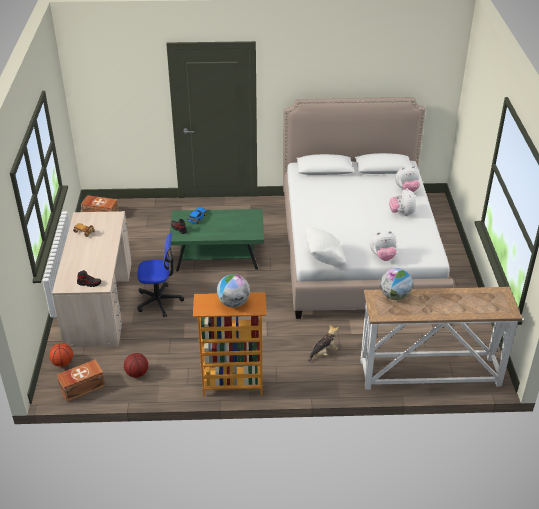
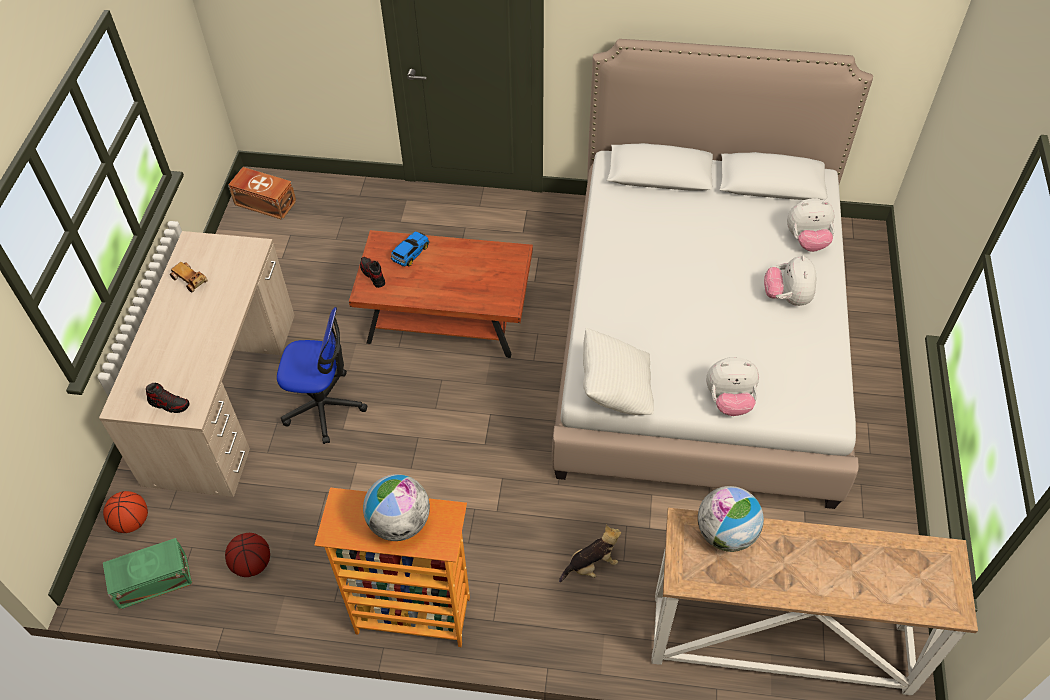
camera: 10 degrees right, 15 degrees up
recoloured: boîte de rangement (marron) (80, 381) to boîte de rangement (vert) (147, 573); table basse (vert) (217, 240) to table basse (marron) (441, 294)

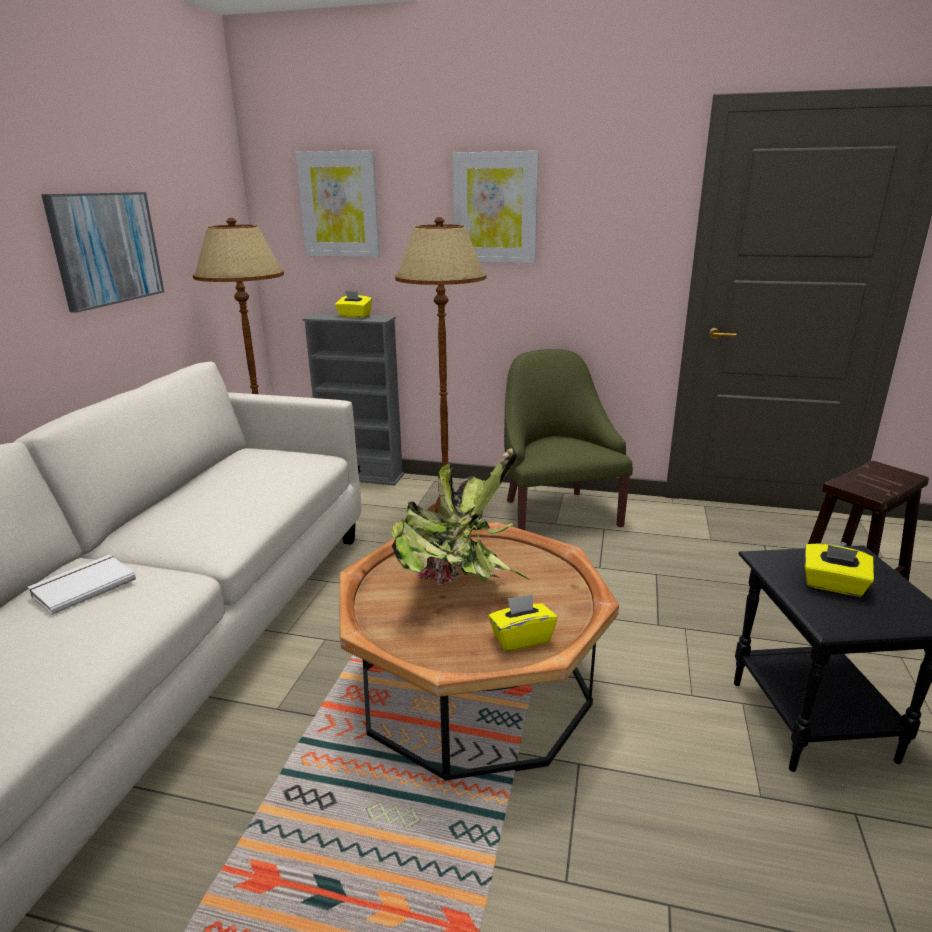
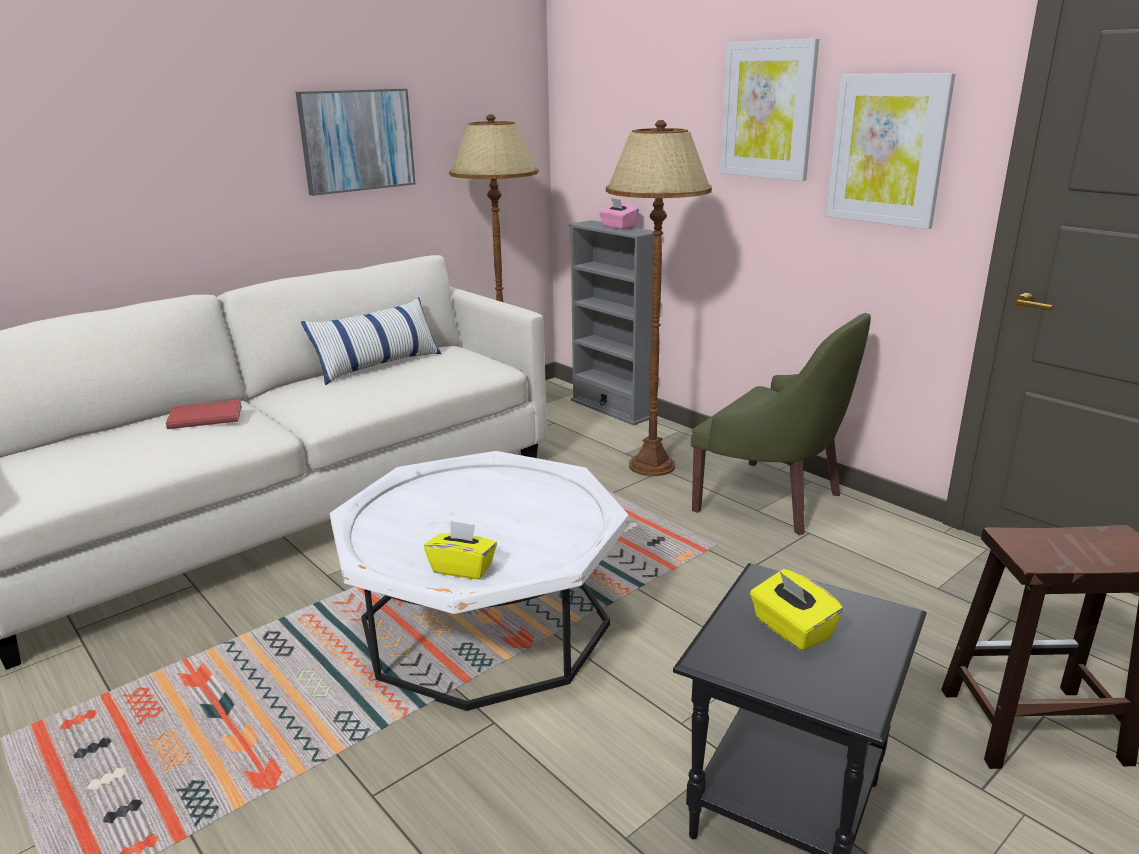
camera: 35 degrees right, 0 degrees up
removed: plante en pot (460, 516)
added: coussin (371, 341)
moved: tableau (338, 203) to (890, 151)
recoloured: livre (blanc) (82, 585) to livre (rouge) (204, 414); boîte à mouchoirs (jaune) (353, 304) to boîte à mouchoirs (rose) (619, 214); table basse (marron) (479, 651) to table basse (blanc) (479, 581)
turned: fauteuil (vert) (568, 439) = (781, 424) 105 degrees clockwise

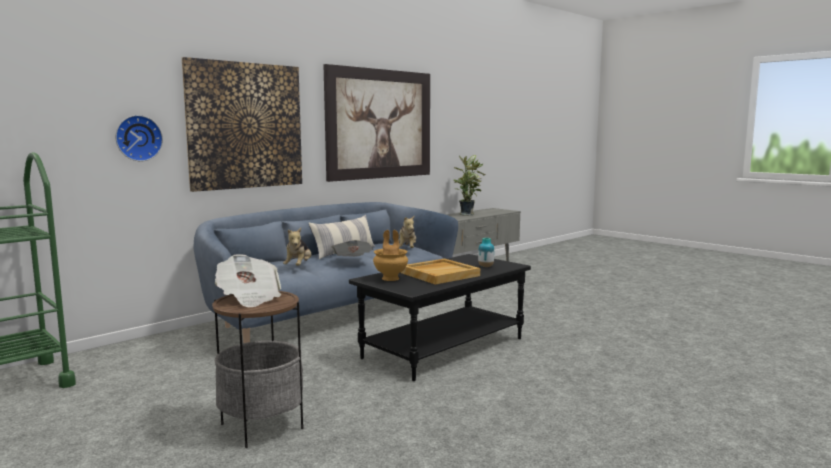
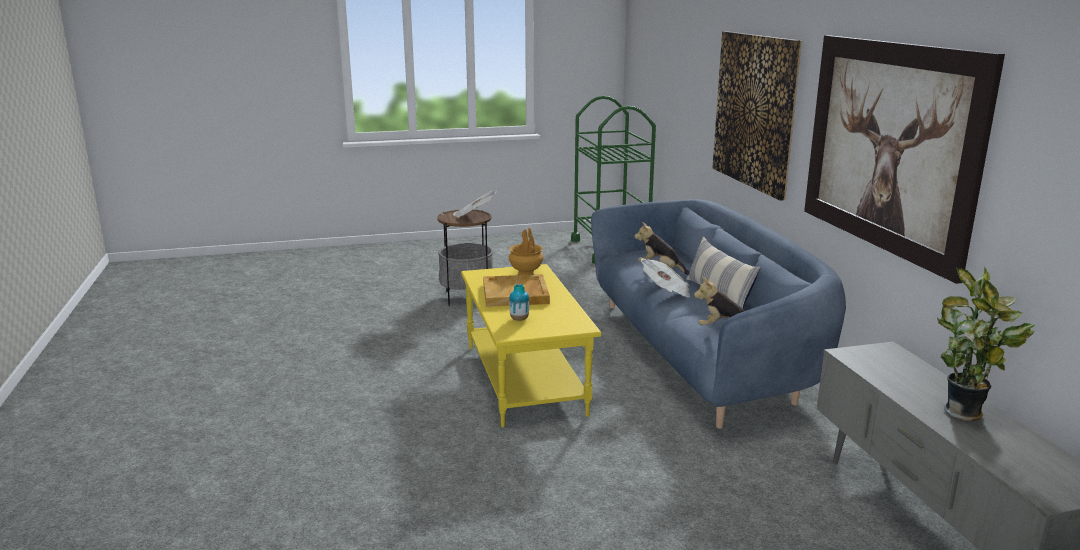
camera: 120 degrees right, 10 degrees up
removed: horloge murale (139, 138)
recoloured: table basse (noir) (440, 317) to table basse (jaune) (531, 346)

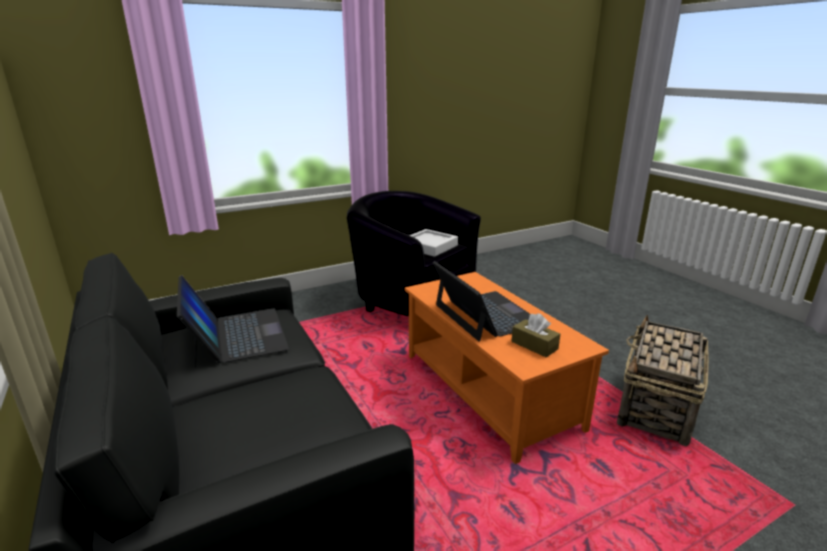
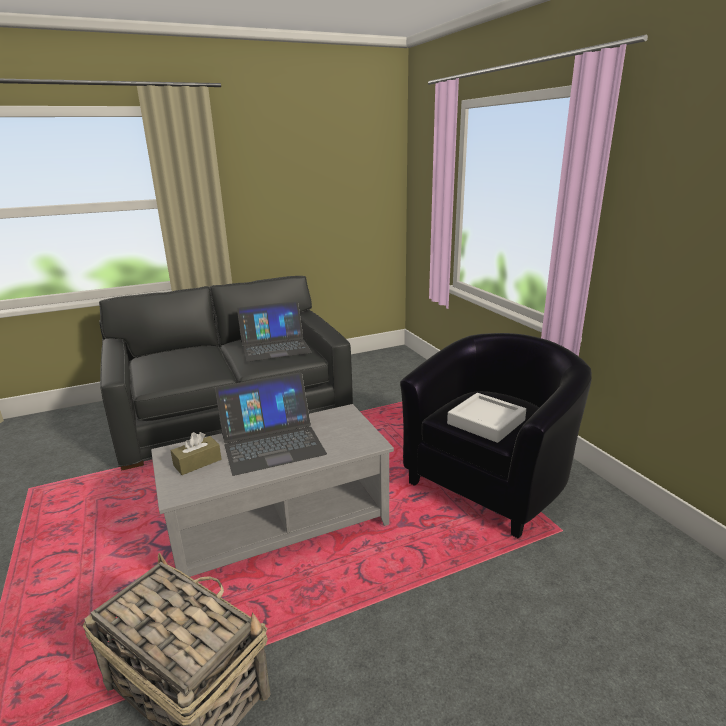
camera: 95 degrees right, 0 degrees up
recoloured: table basse (orange) (507, 368) to table basse (gris) (272, 490)

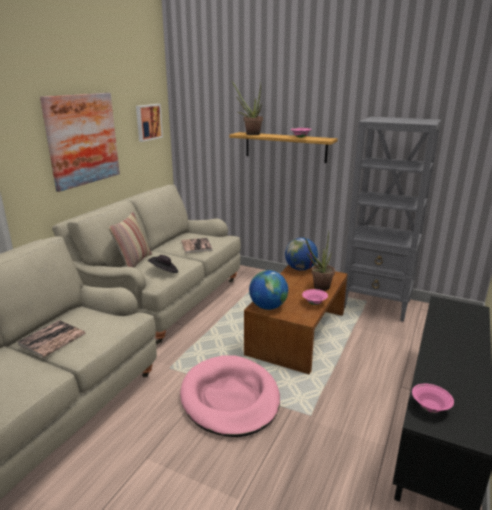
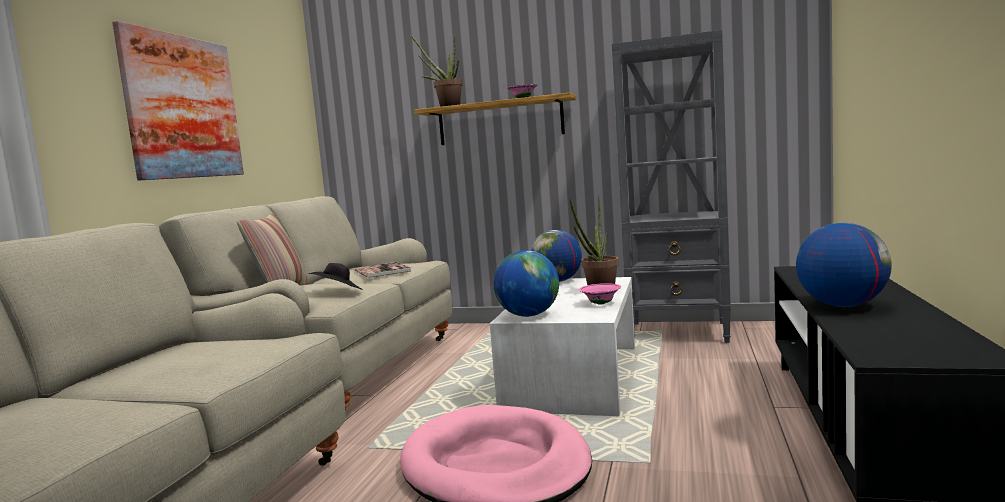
camera: 10 degrees left, 15 degrees down
removed: livre (51, 339); tableau (149, 123); bol (rose) (433, 398)
added: globe (844, 265)
recoloured: table basse (marron) (296, 320) to table basse (blanc) (562, 346)

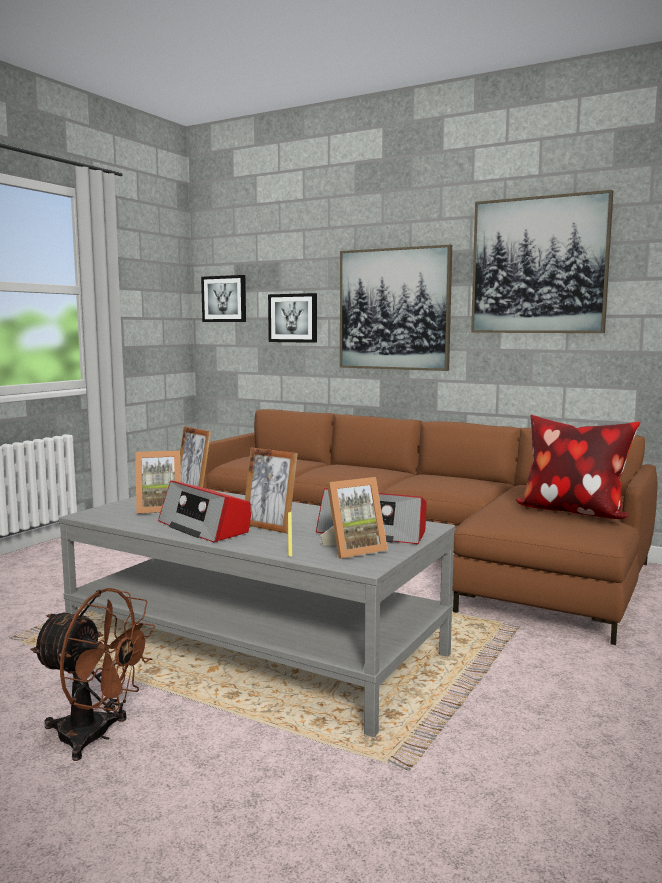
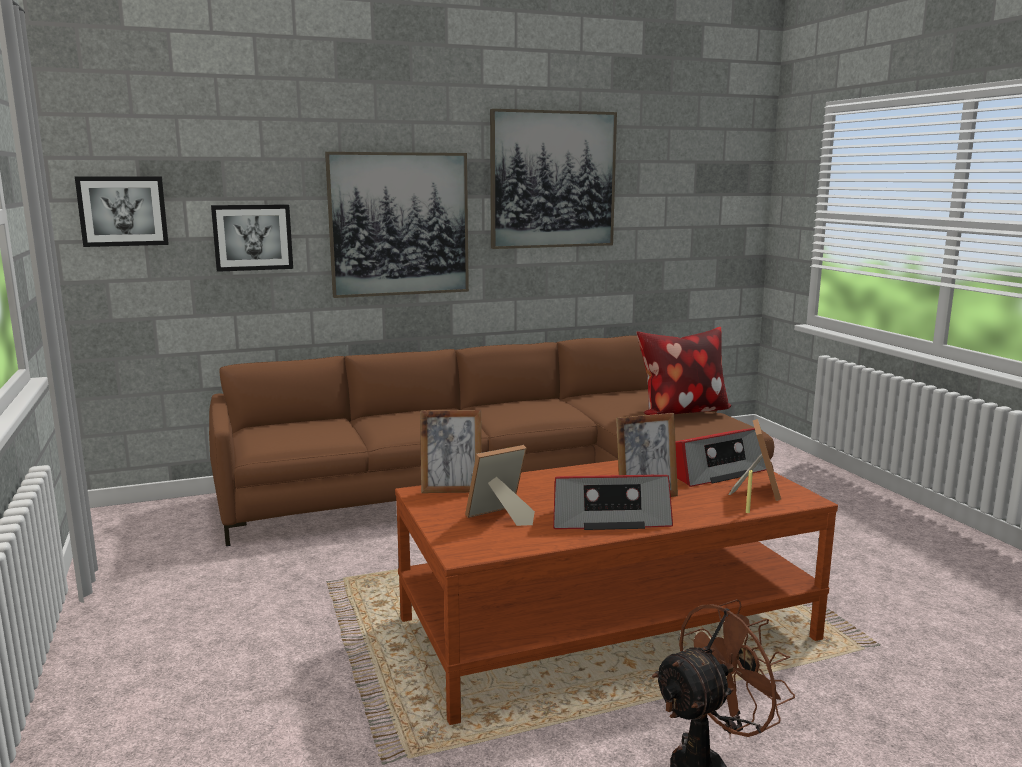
camera: 50 degrees left, 5 degrees up
recoloured: table basse (gris) (257, 613) to table basse (marron) (616, 592)
turned: cadre photo (158, 482) = (500, 485) 150 degrees counterclockwise

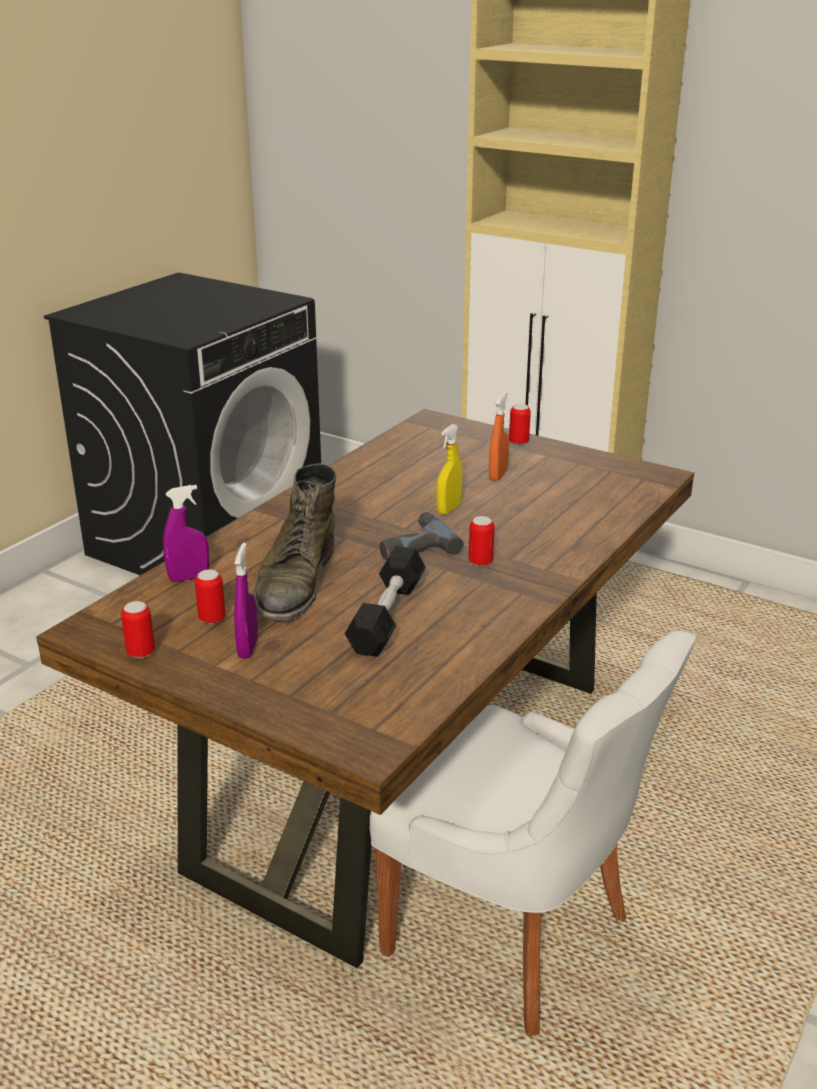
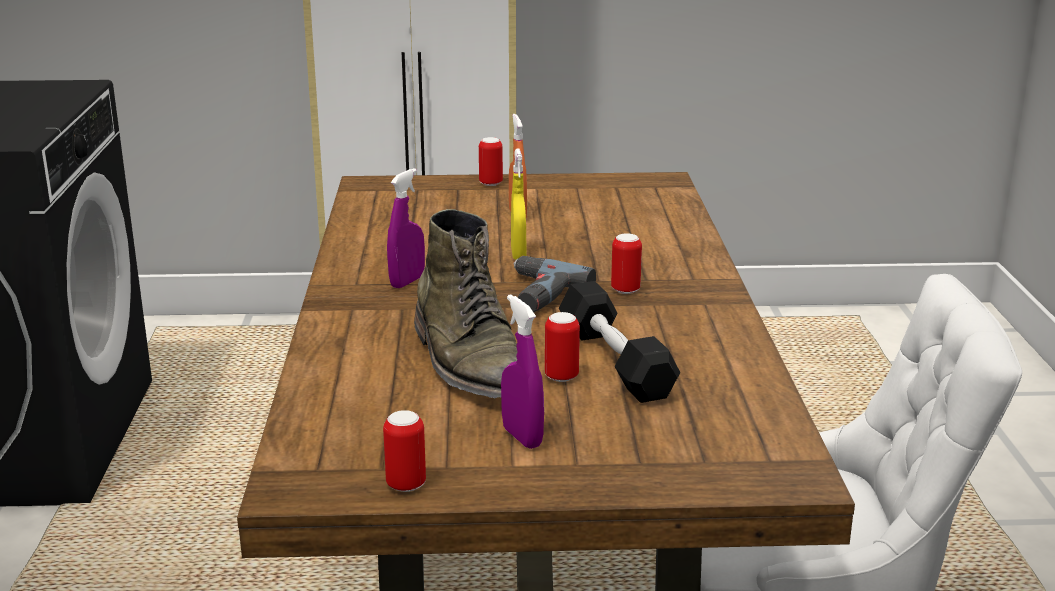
camera: 35 degrees left, 5 degrees down
moved: vaporisateur (violet) (186, 533) to (406, 228); boîte métallique (210, 596) to (562, 347)

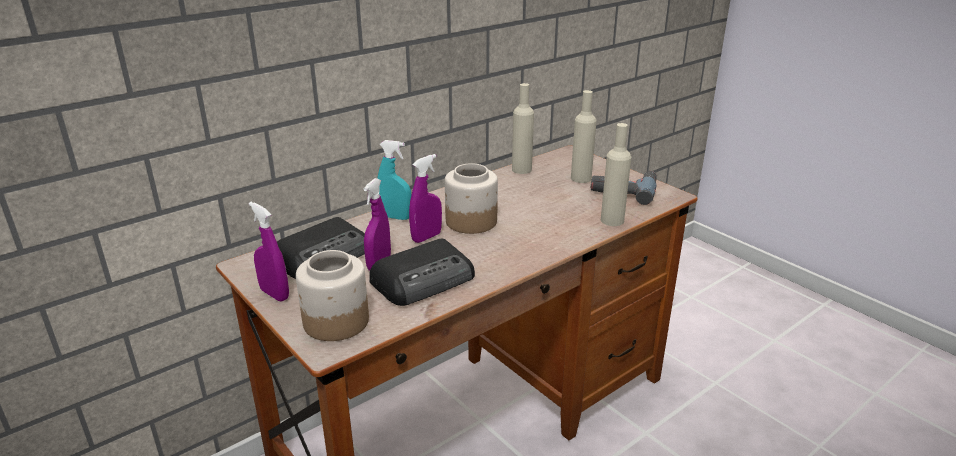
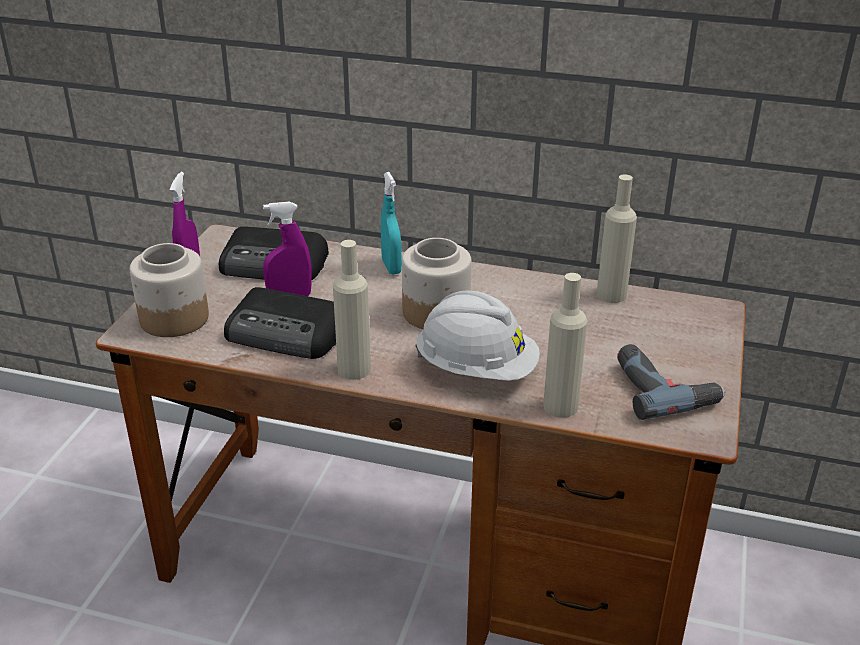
camera: 55 degrees right, 5 degrees up
removed: vaporisateur (violet) (425, 198)
added: casque de chantier (blanc) (477, 335)
moved: bouteille (beige) (584, 136) to (352, 310)

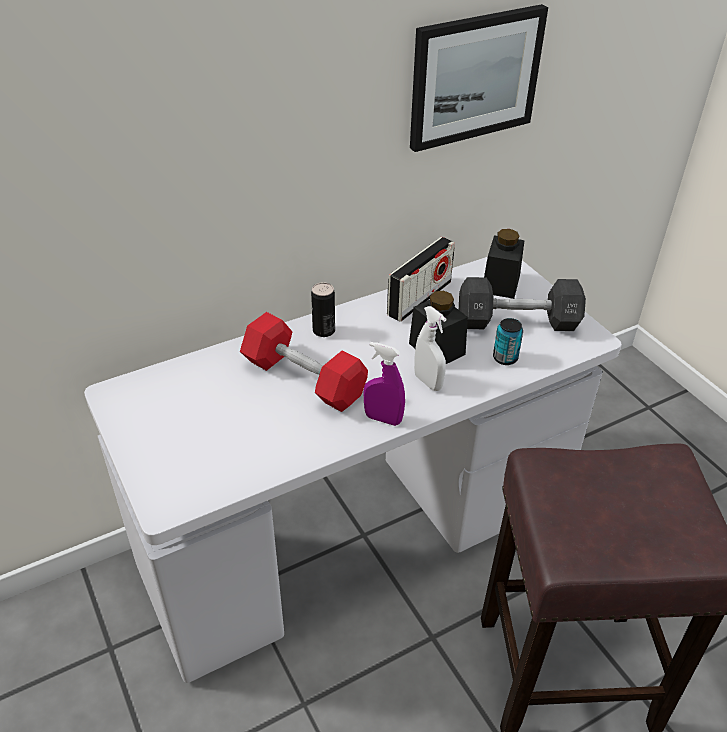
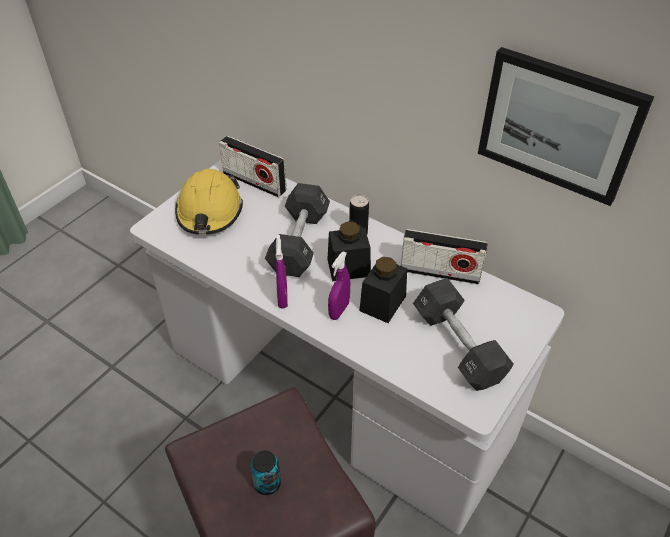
camera: 65 degrees right, 5 degrees up
added: casque de chantier (jaune) (209, 202); radio (252, 166)
moved: bocal (noir) (504, 264) to (349, 251); boîte métallique (508, 341) to (265, 473)
recoloured: haltère (rouge) (304, 362) to haltère (noir) (297, 230); vaporisateur (blanc) (430, 348) to vaporisateur (violet) (339, 285)

